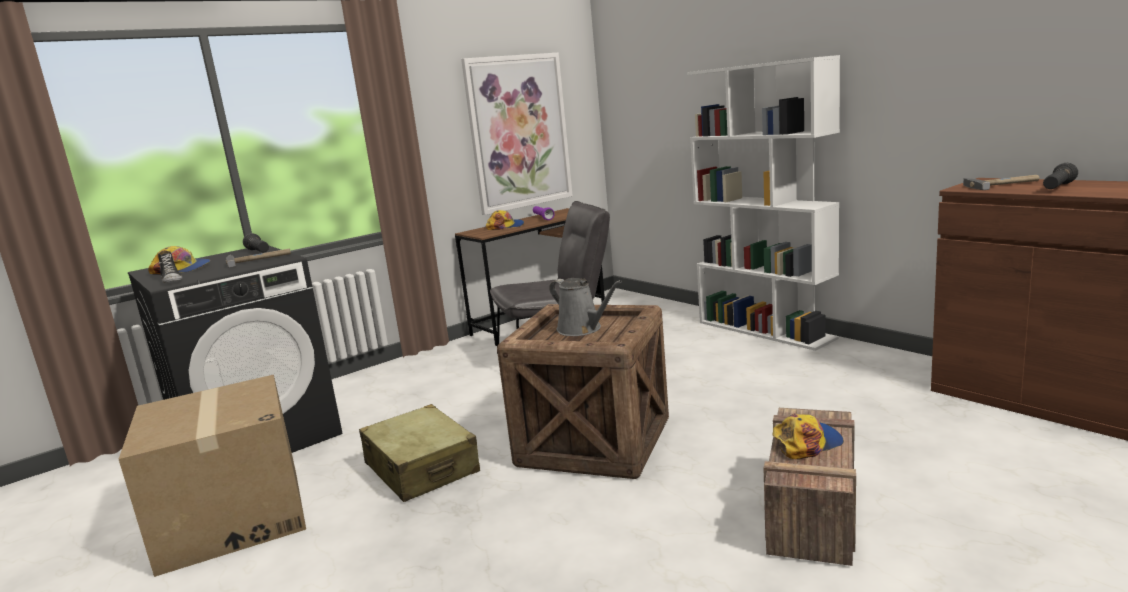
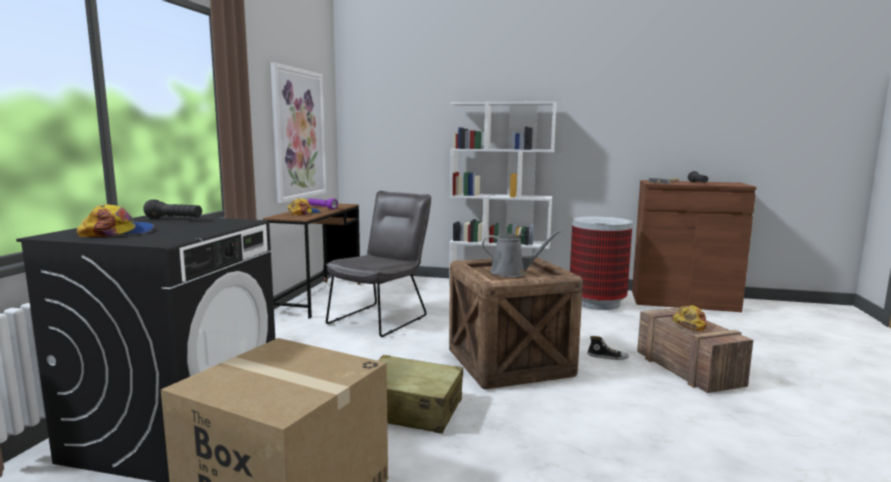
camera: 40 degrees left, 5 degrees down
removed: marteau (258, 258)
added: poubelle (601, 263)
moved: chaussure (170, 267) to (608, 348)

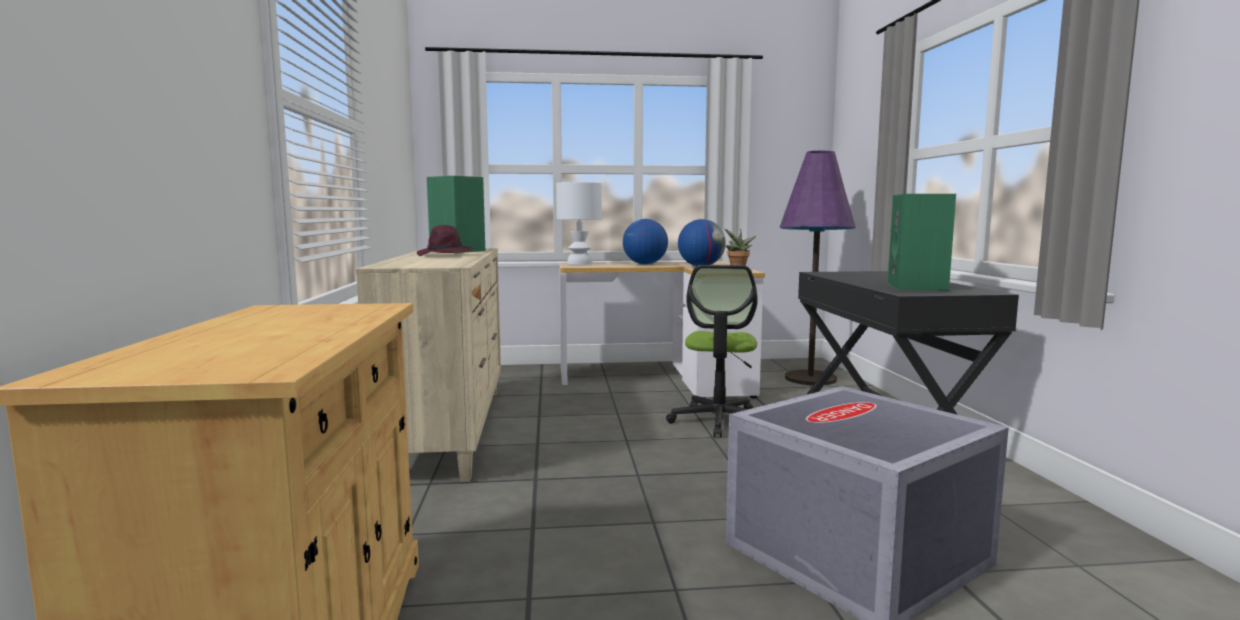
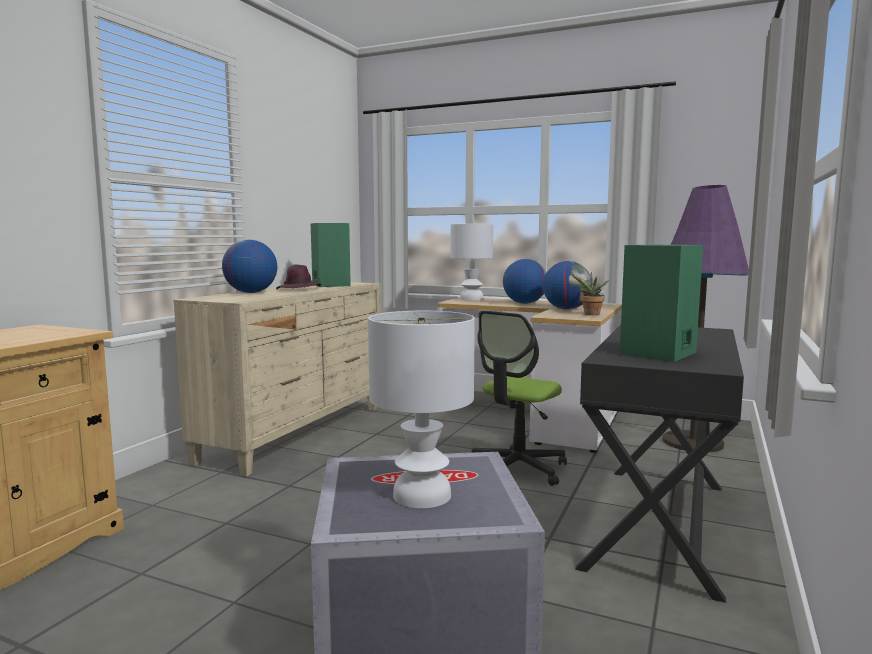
camera: 30 degrees right, 0 degrees up
added: globe (249, 266); lampe de table (blanc) (421, 410)

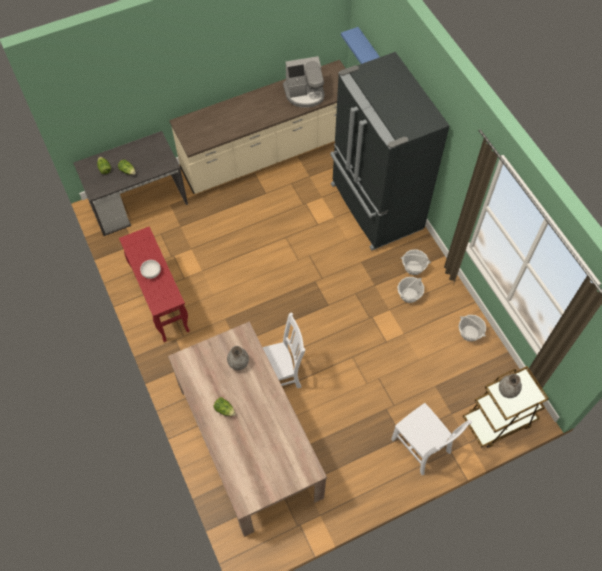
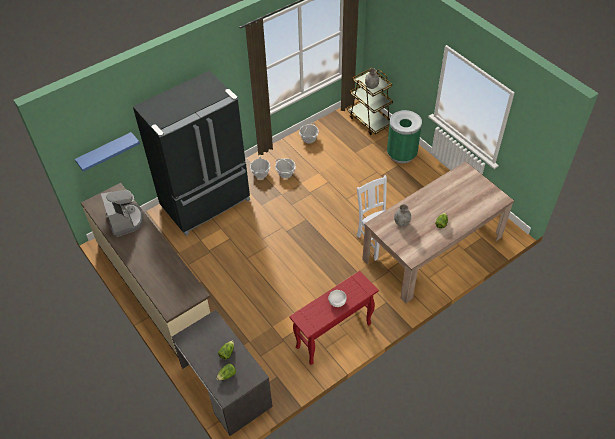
camera: 100 degrees left, 10 degrees down
replaced: chaise (blanc) (431, 439) to poubelle (vert) (404, 136)

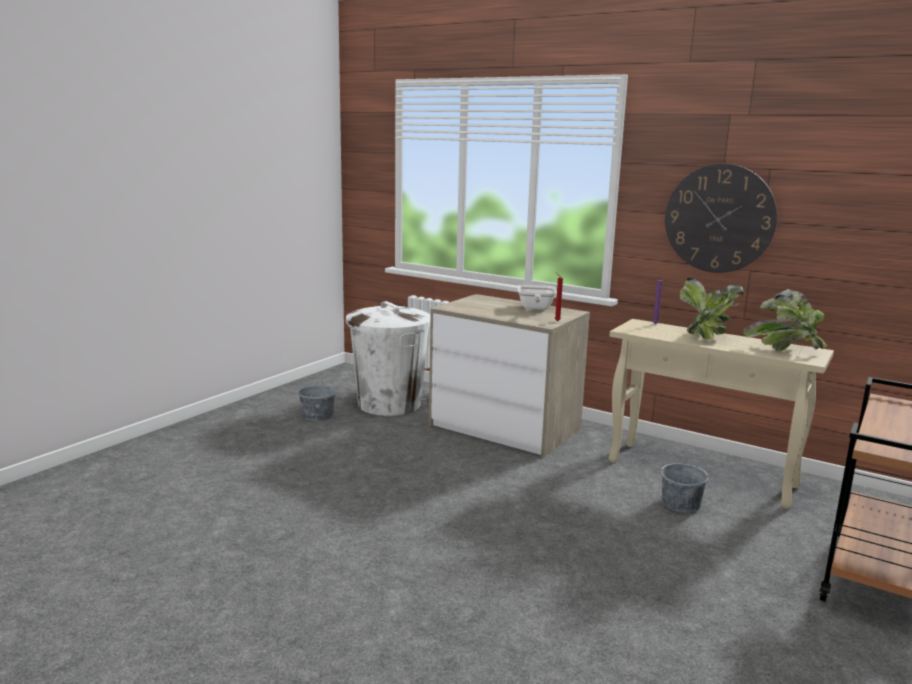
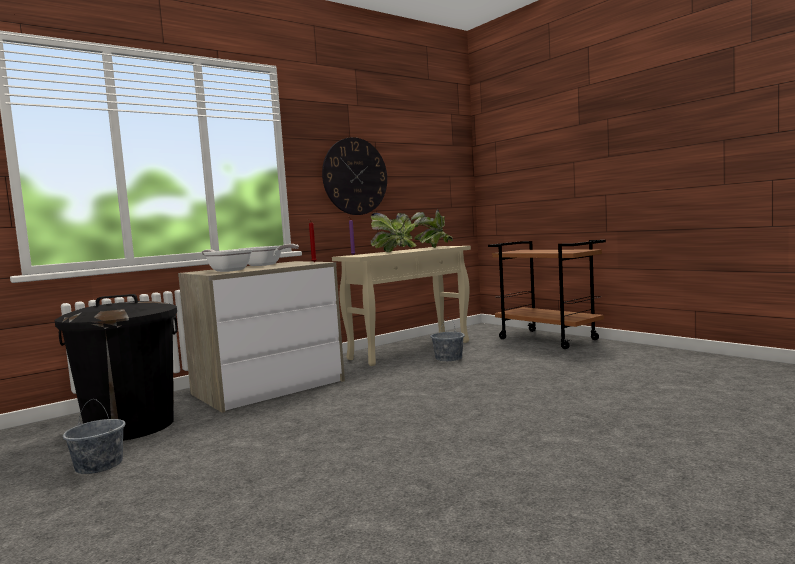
camera: 70 degrees left, 10 degrees down
added: poêle (227, 260)
recoloured: poubelle (blanc) (388, 358) to poubelle (noir) (116, 367)

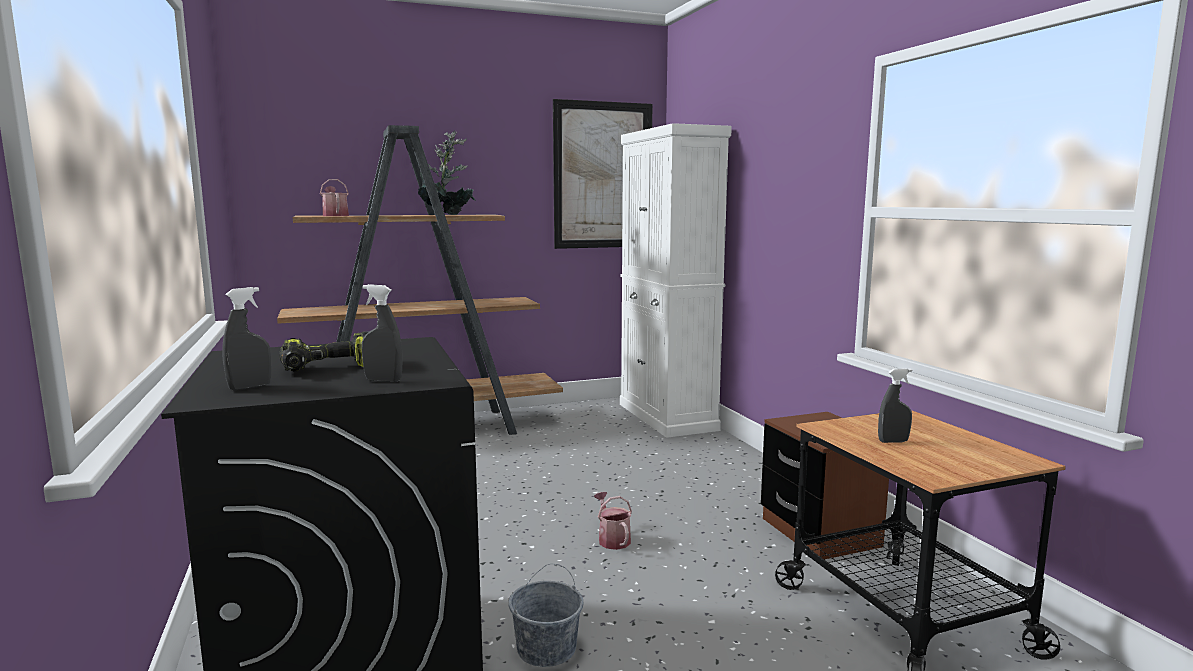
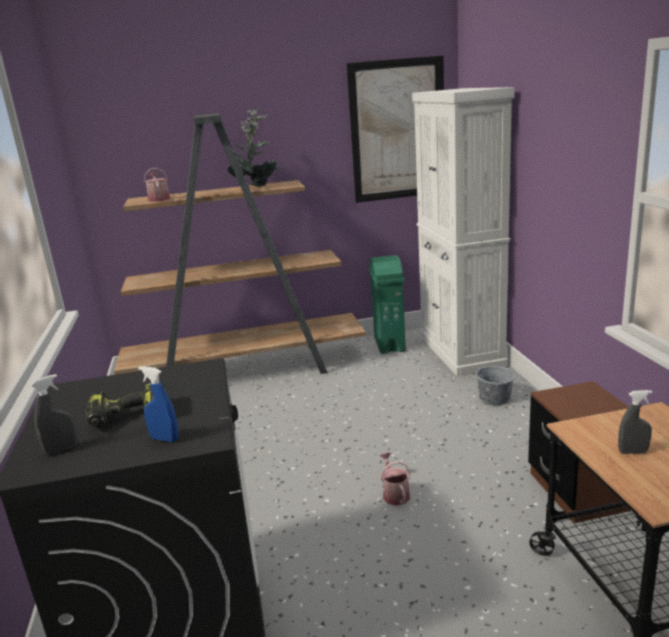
camera: 10 degrees right, 10 degrees up
added: poubelle (vert) (387, 304)
moved: seau (gris) (545, 615) to (495, 380)
recoloured: vaporisateur (gris) (382, 333) to vaporisateur (bleu) (158, 404)

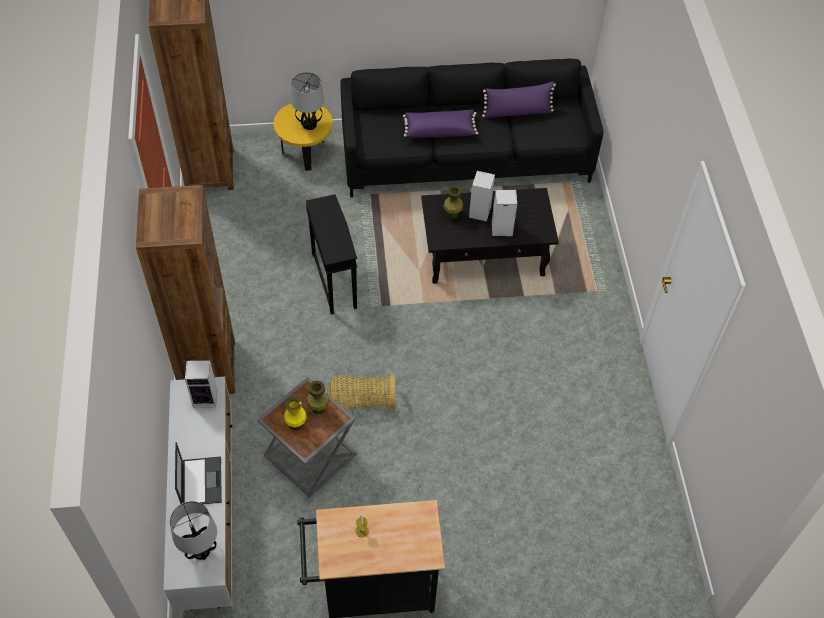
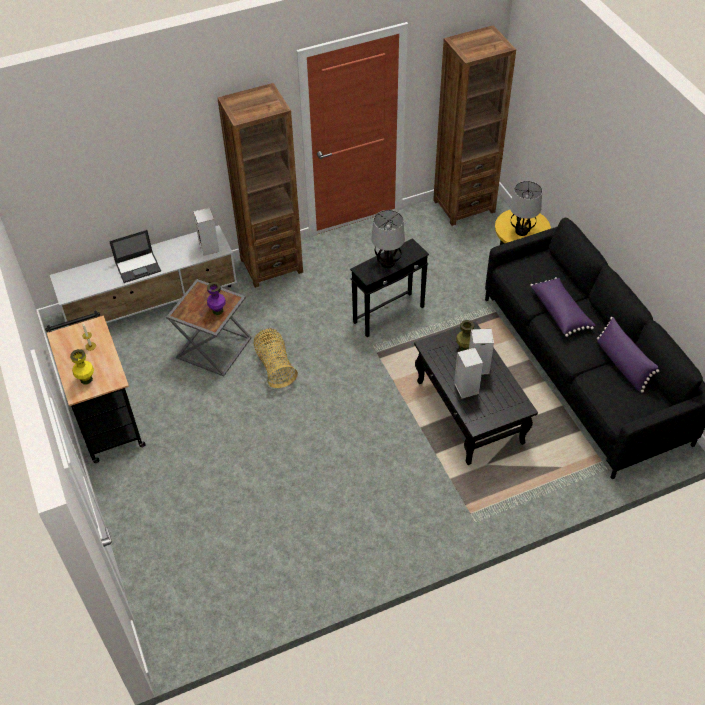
camera: 75 degrees right, 5 degrees down
moved: lampe de table (193, 530) to (388, 239); vase (jaune) (295, 414) to (82, 366)
recoloured: vase (vert) (318, 398) to vase (violet) (216, 298)

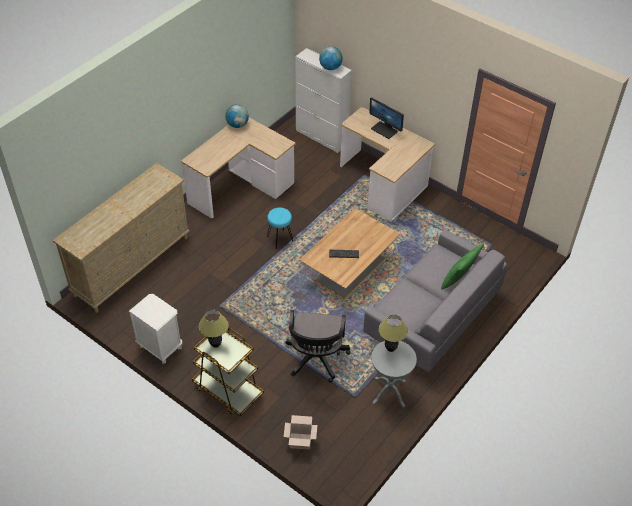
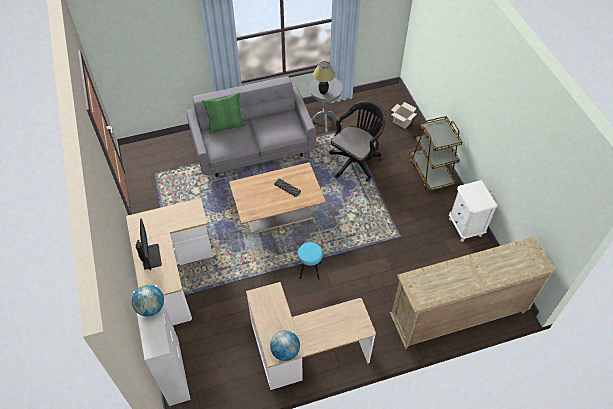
camera: 145 degrees left, 5 degrees up
removed: lampe de table (213, 329)

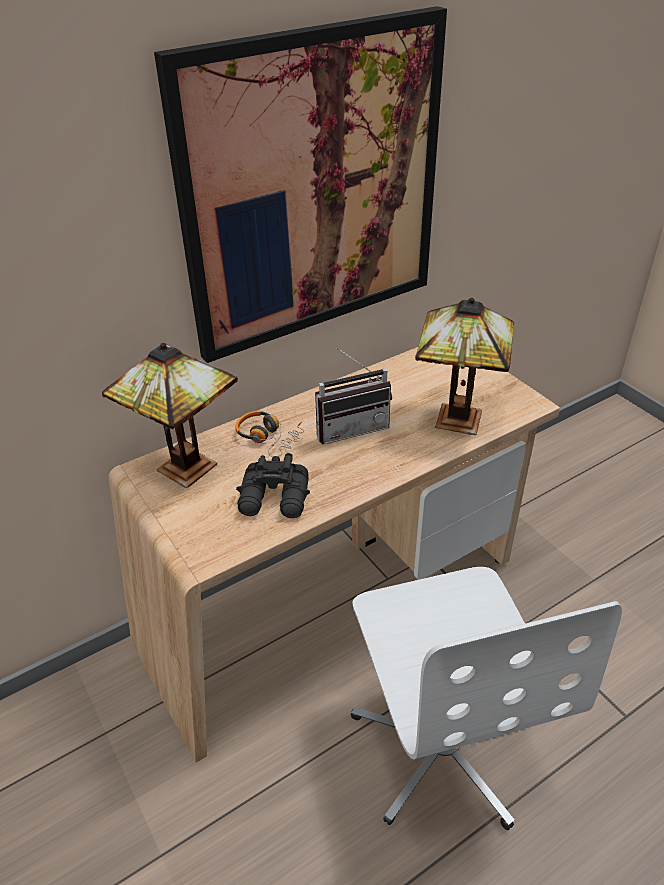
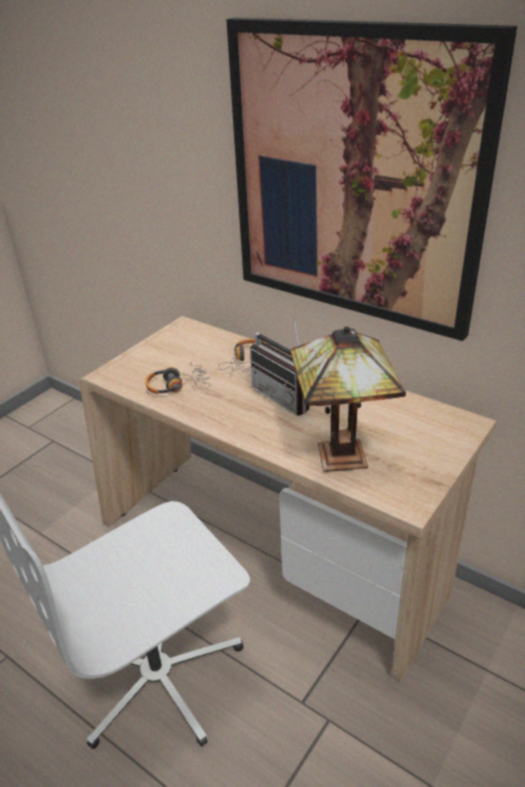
camera: 70 degrees right, 5 degrees down
removed: lampe de table (170, 415)
replaced: jumelles (noir) (273, 485) to casque audio (178, 378)

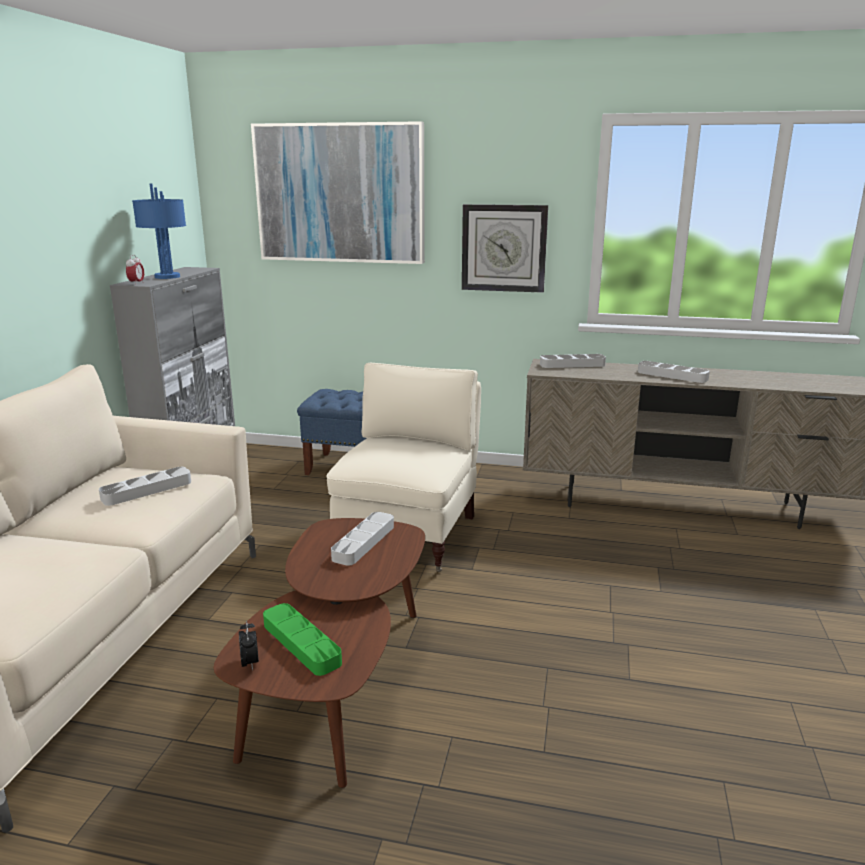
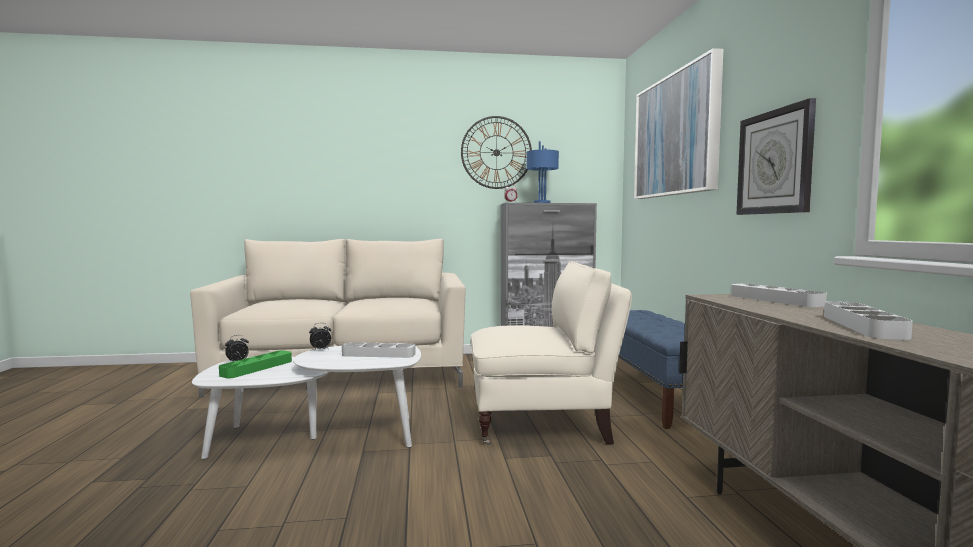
camera: 70 degrees right, 15 degrees down
removed: plateau (gris) (145, 486)
added: réveil (320, 337); horloge murale (496, 152)
recoloured: table basse (marron) (319, 653) to table basse (blanc) (306, 402)

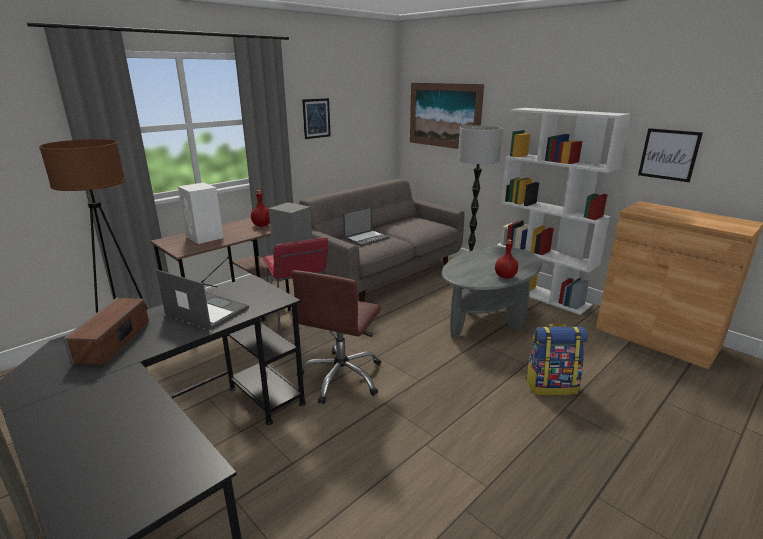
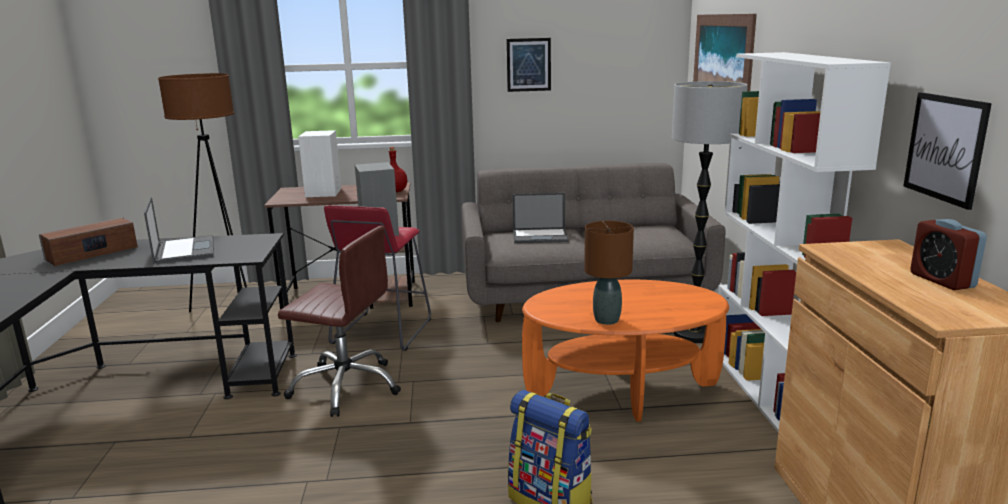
camera: 40 degrees right, 5 degrees down
added: réveil (948, 254)
replaced: bouteille (rouge) (506, 259) to lampe de table (marron) (609, 273)
recoloured: table basse (gris) (491, 292) to table basse (orange) (625, 351)
turned: chaise de bureau (marron) (336, 337) = (339, 321) 135 degrees counterclockwise

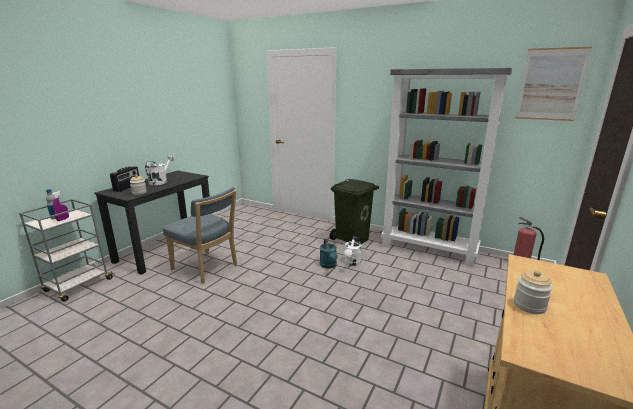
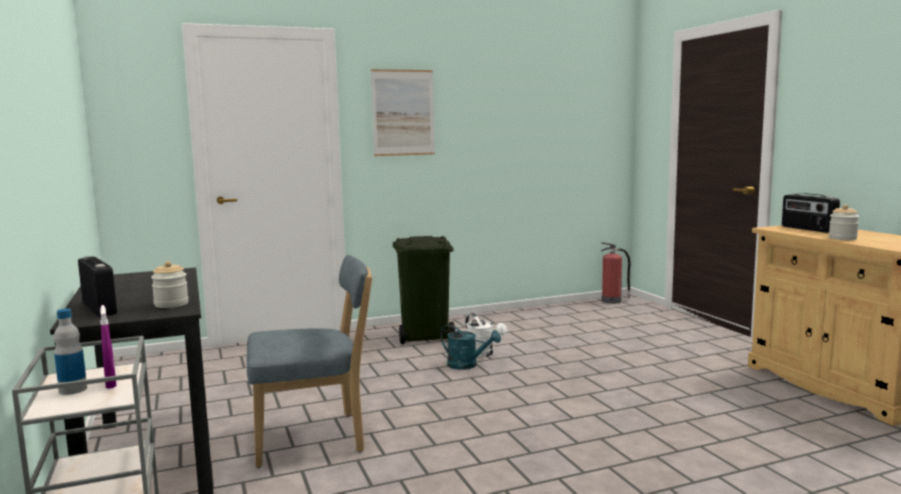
camera: 50 degrees left, 10 degrees down
removed: arrosoir (blanc) (159, 170); bibliothèque (gris) (446, 167)
added: radio (811, 213)
moved: tableau (554, 84) to (403, 112)

